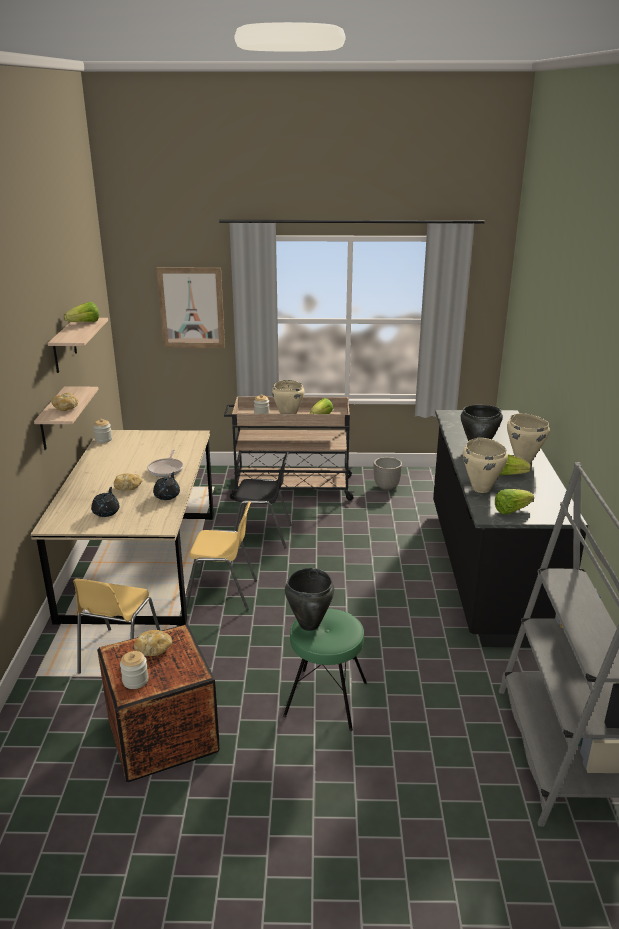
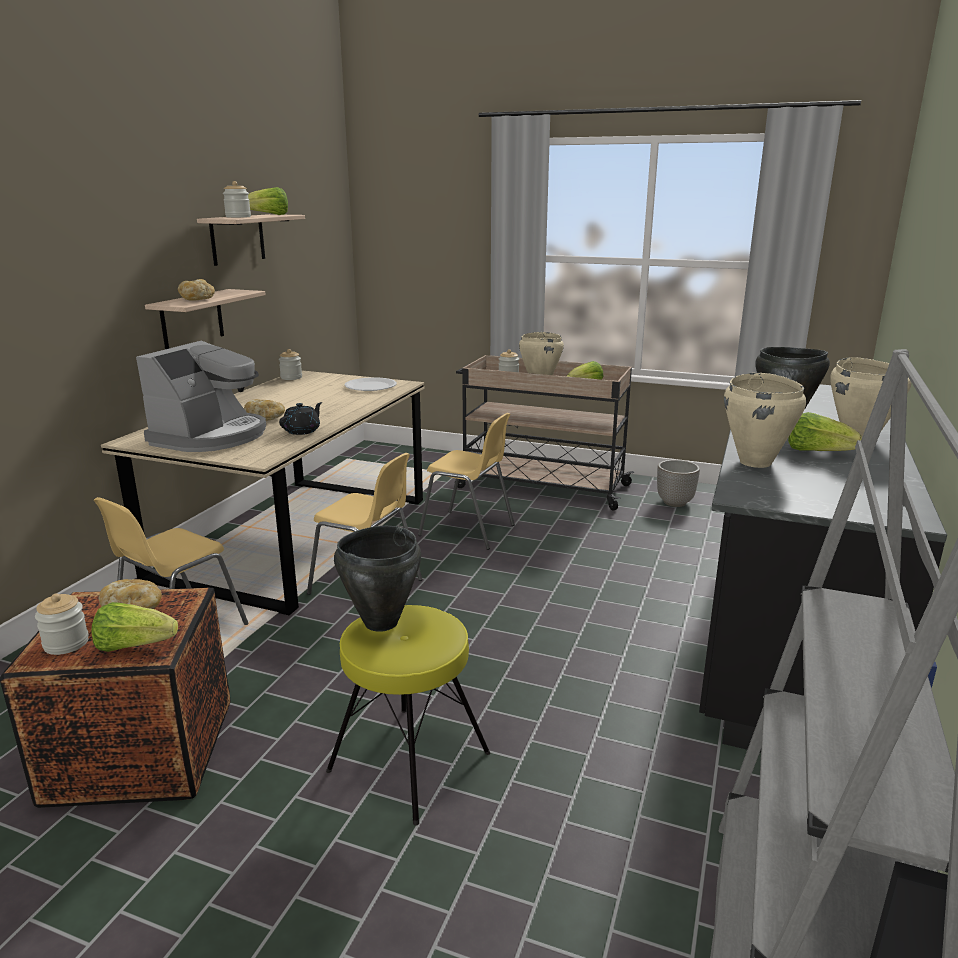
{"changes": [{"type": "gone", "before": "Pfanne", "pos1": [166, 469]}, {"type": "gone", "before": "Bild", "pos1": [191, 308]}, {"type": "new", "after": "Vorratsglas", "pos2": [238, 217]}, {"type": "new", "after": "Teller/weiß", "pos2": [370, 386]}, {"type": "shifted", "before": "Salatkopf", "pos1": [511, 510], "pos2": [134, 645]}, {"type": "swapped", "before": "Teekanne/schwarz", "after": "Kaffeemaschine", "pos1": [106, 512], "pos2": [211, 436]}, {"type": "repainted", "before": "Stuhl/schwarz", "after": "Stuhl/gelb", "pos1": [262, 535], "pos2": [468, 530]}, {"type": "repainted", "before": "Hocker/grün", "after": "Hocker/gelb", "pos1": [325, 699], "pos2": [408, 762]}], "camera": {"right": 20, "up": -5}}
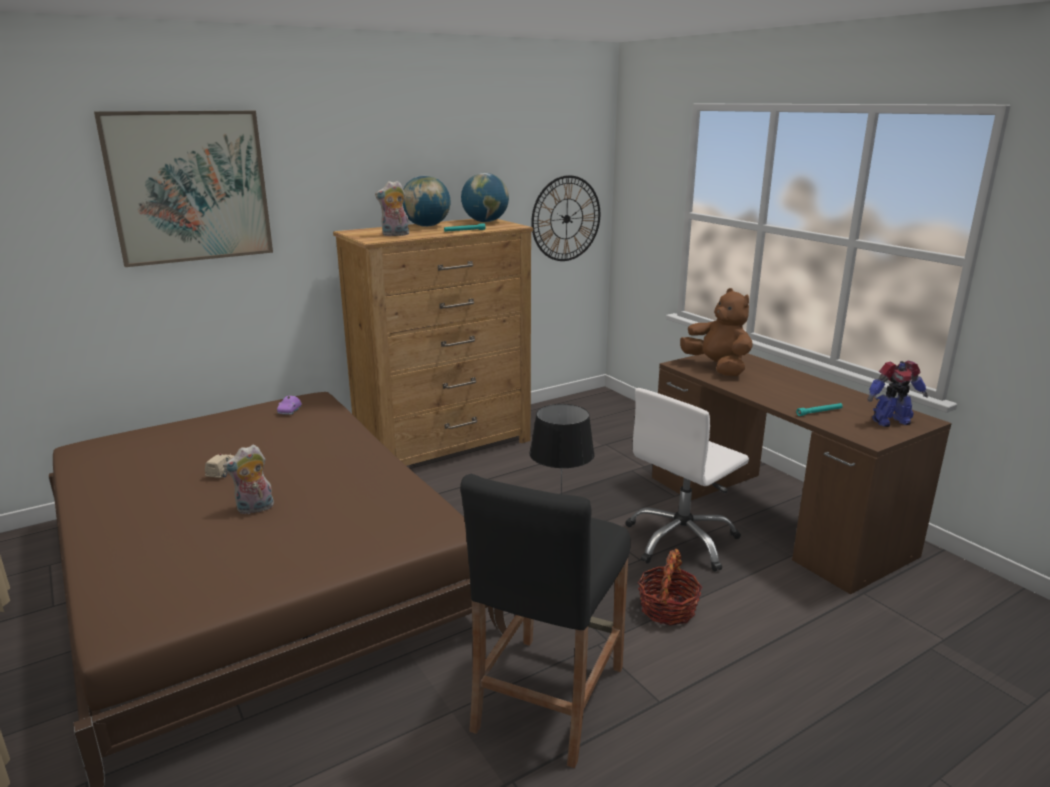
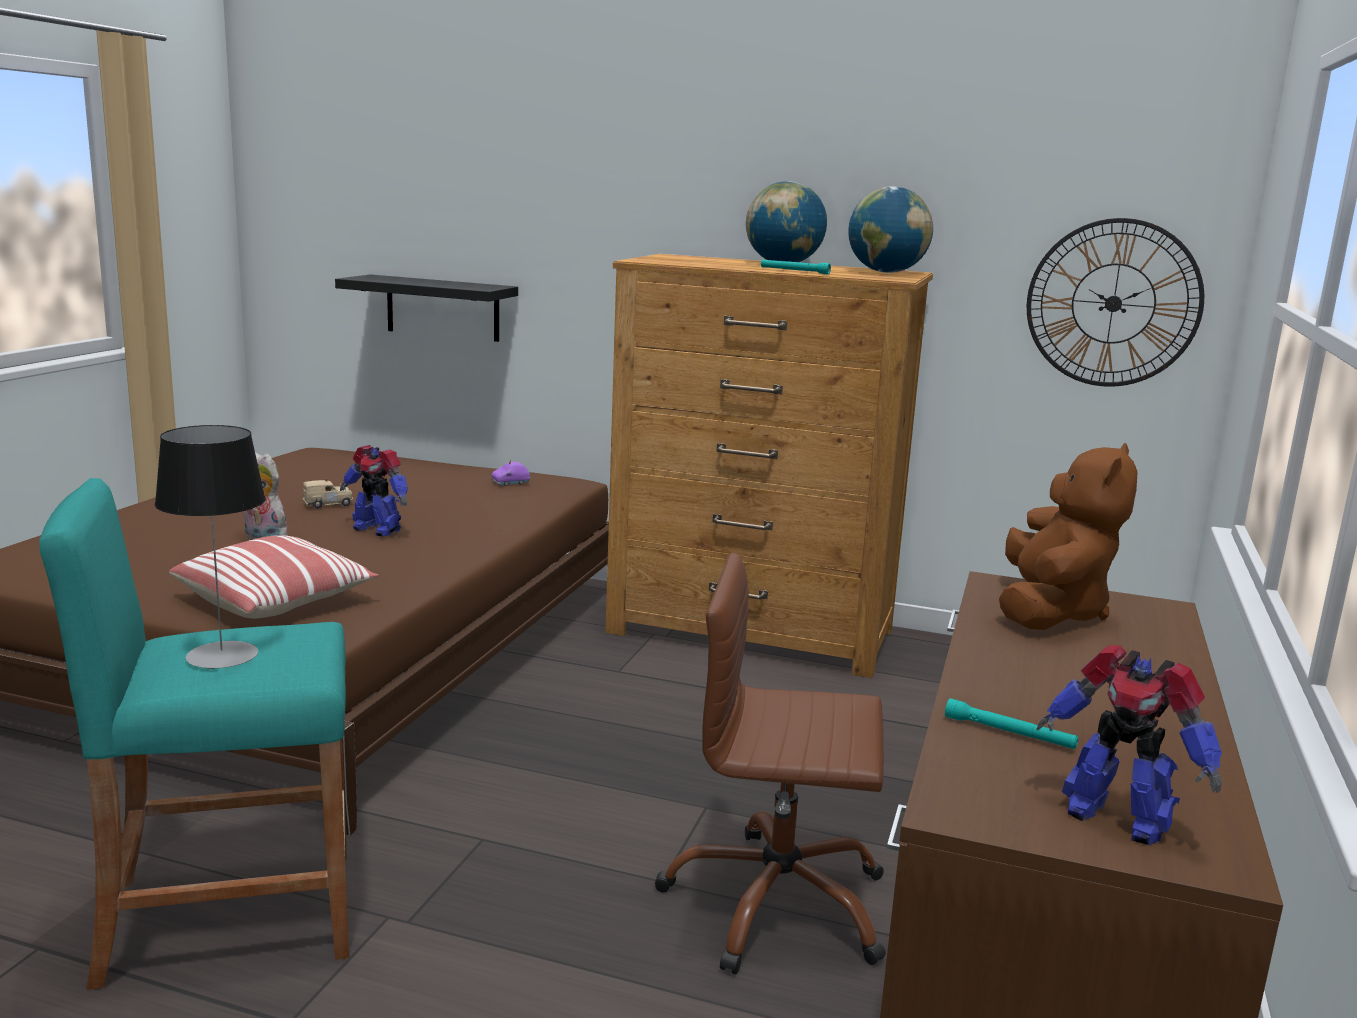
{"changes": [{"type": "gone", "before": "Bild", "pos1": [189, 187]}, {"type": "gone", "before": "Plüschtier", "pos1": [395, 235]}, {"type": "gone", "before": "Korb", "pos1": [667, 609]}, {"type": "new", "after": "Kissen", "pos2": [276, 601]}, {"type": "new", "after": "Wandregal/schwarz", "pos2": [442, 308]}, {"type": "new", "after": "Spielzeugroboter", "pos2": [377, 529]}, {"type": "repainted", "before": "Hocker/schwarz", "after": "Hocker/türkis", "pos1": [548, 697], "pos2": [229, 916]}, {"type": "repainted", "before": "Bürostuhl/weiß", "after": "Bürostuhl/braun", "pos1": [681, 540], "pos2": [776, 904]}], "camera": {"right": 50, "up": -5}}
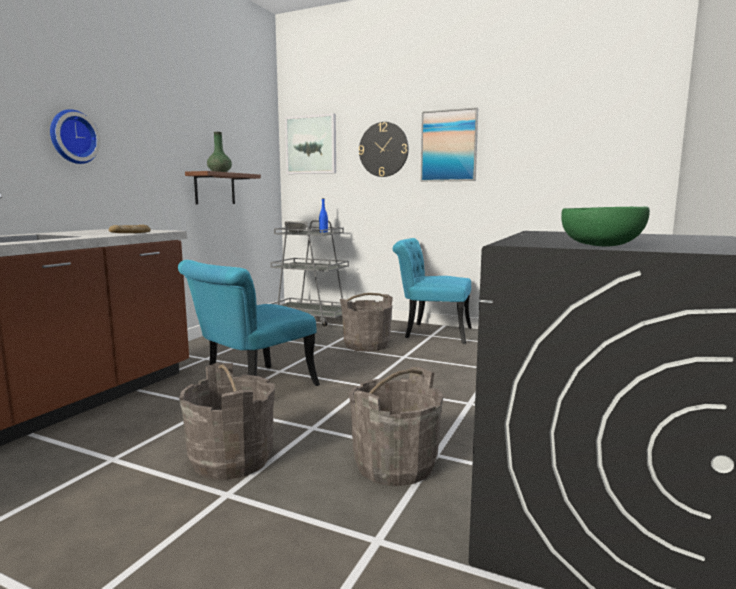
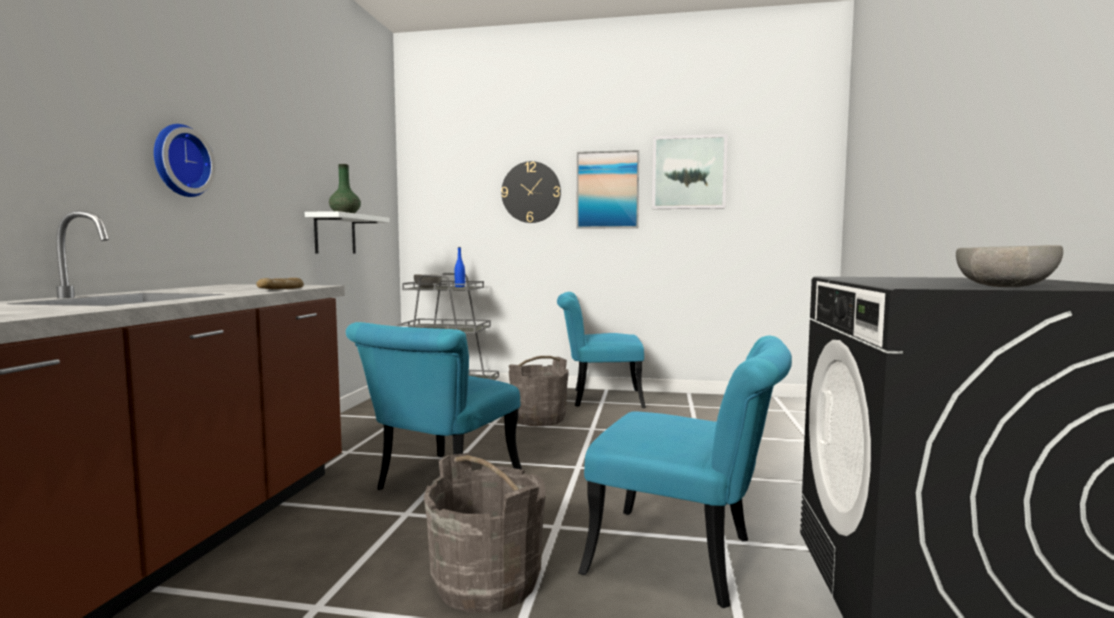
{"changes": [{"type": "shifted", "before": "Bild", "pos1": [311, 145], "pos2": [688, 172]}, {"type": "swapped", "before": "Eimer/grau", "after": "Stuhl/türkis", "pos1": [395, 465], "pos2": [689, 559]}, {"type": "repainted", "before": "Wandregal/braun", "after": "Wandregal/weiß", "pos1": [215, 188], "pos2": [335, 234]}, {"type": "repainted", "before": "Schüssel/grün", "after": "Schüssel/grau", "pos1": [603, 246], "pos2": [1007, 287]}], "camera": {"right": -15, "up": -5}}
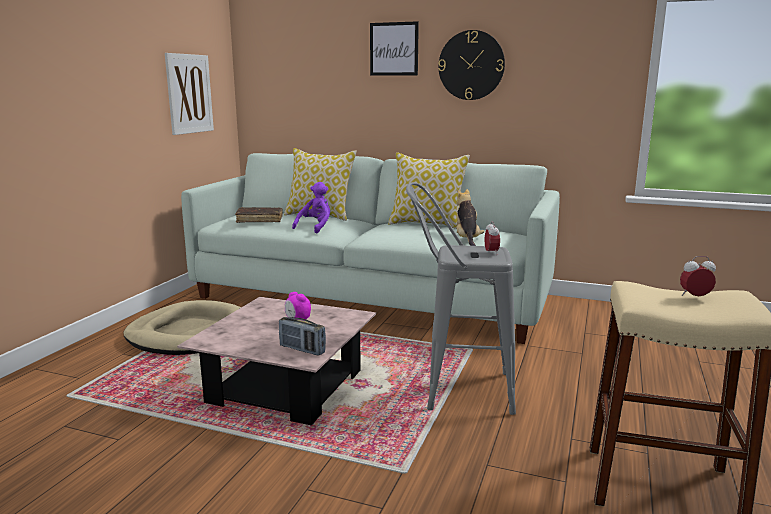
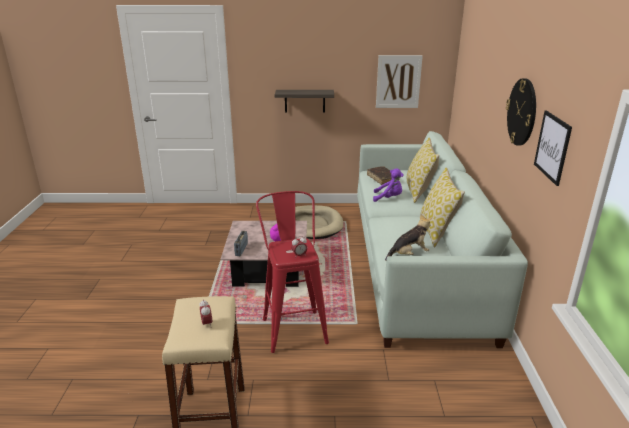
{"changes": [{"type": "new", "after": "Wandregal", "pos2": [304, 101]}, {"type": "shifted", "before": "Bild", "pos1": [394, 49], "pos2": [552, 147]}, {"type": "repainted", "before": "Hocker/grau", "after": "Hocker/rot", "pos1": [457, 390], "pos2": [293, 326]}], "camera": {"right": 70, "up": 10}}
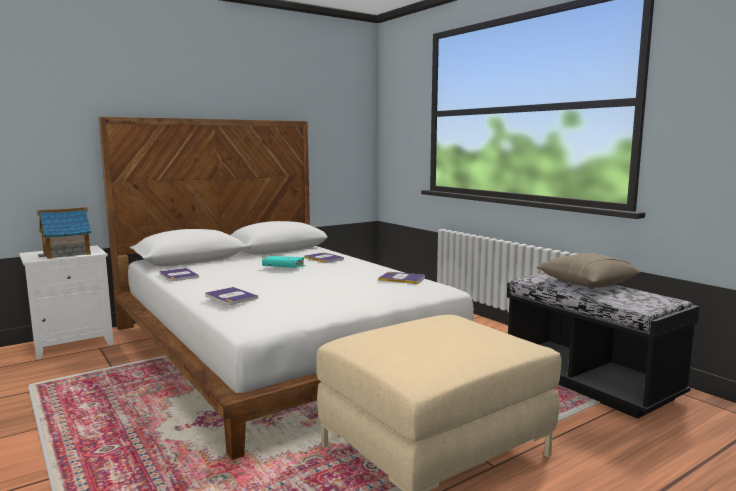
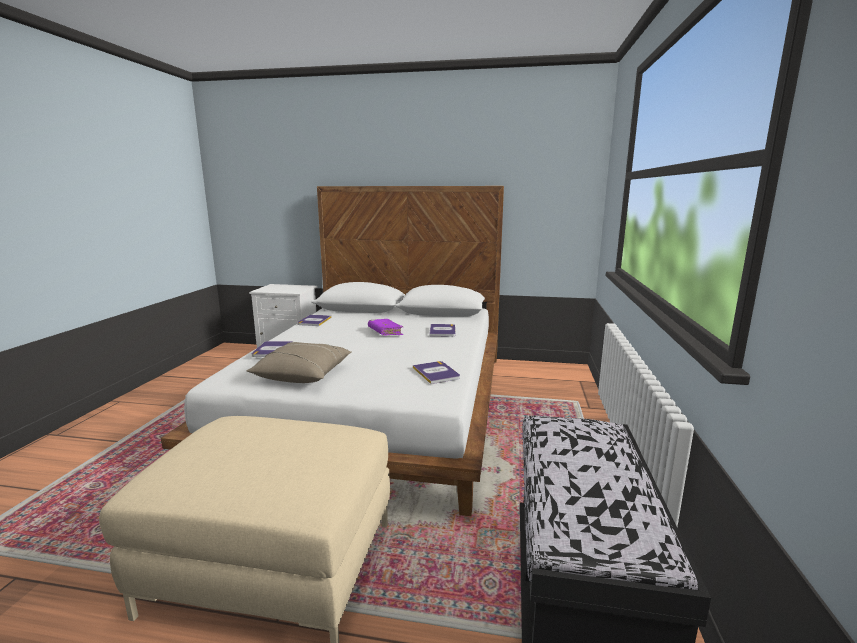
{"changes": [{"type": "gone", "before": "Spielzeughaus", "pos1": [67, 253]}, {"type": "shifted", "before": "Kissen/beige", "pos1": [586, 283], "pos2": [303, 374]}, {"type": "repainted", "before": "Buch/türkis", "after": "Buch/lila", "pos1": [283, 267], "pos2": [385, 332]}], "camera": {"right": 45, "up": 5}}
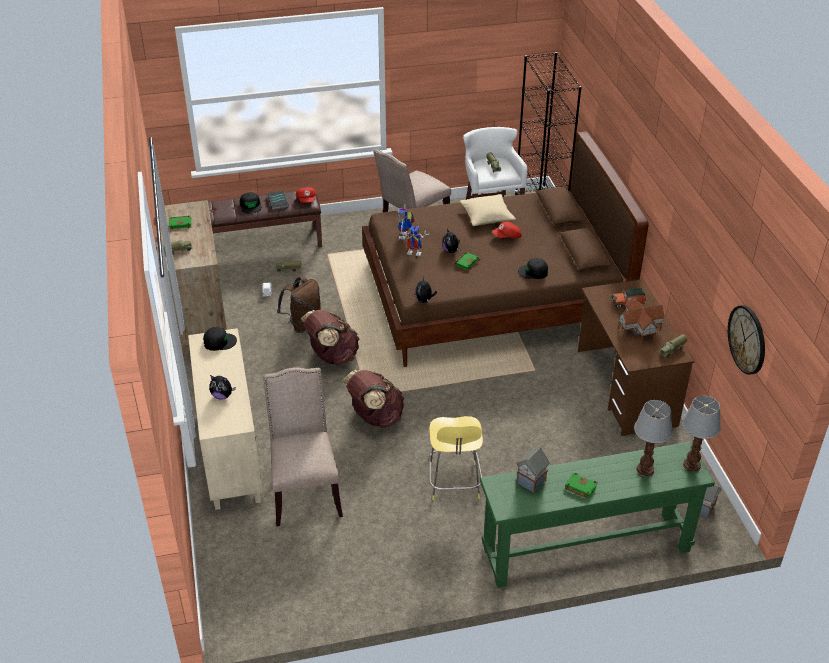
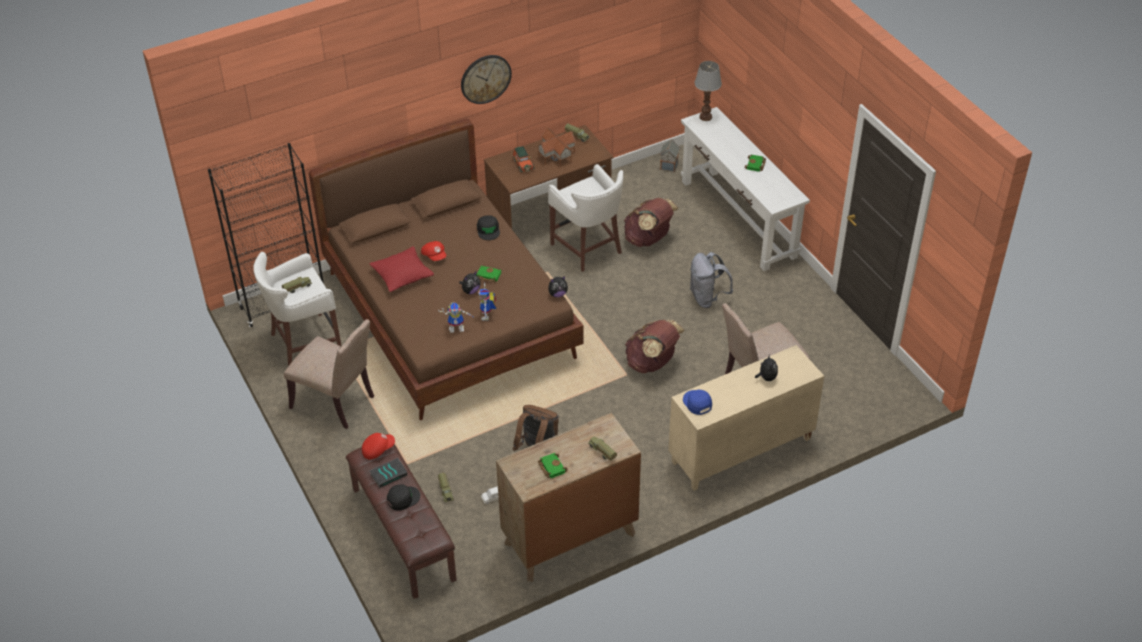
{"changes": [{"type": "gone", "before": "Spielzeughaus", "pos1": [530, 482]}, {"type": "gone", "before": "Tischlampe", "pos1": [645, 469]}, {"type": "new", "after": "Hocker/weiß", "pos2": [588, 249]}, {"type": "shifted", "before": "Rucksack/braun", "pos1": [332, 356], "pos2": [648, 239]}, {"type": "shifted", "before": "Wanduhr", "pos1": [747, 339], "pos2": [485, 78]}, {"type": "swapped", "before": "Hocker/gelb", "after": "Rucksack/grau", "pos1": [454, 483], "pos2": [707, 298]}, {"type": "repainted", "before": "Kappe/schwarz", "after": "Kappe/blau", "pos1": [219, 342], "pos2": [697, 403]}, {"type": "repainted", "before": "Kissen/beige", "after": "Kissen/rot", "pos1": [487, 217], "pos2": [402, 275]}, {"type": "repainted", "before": "Konsolentisch/grün", "after": "Konsolentisch/weiß", "pos1": [586, 549], "pos2": [738, 219]}], "camera": {"right": -105, "up": 5}}
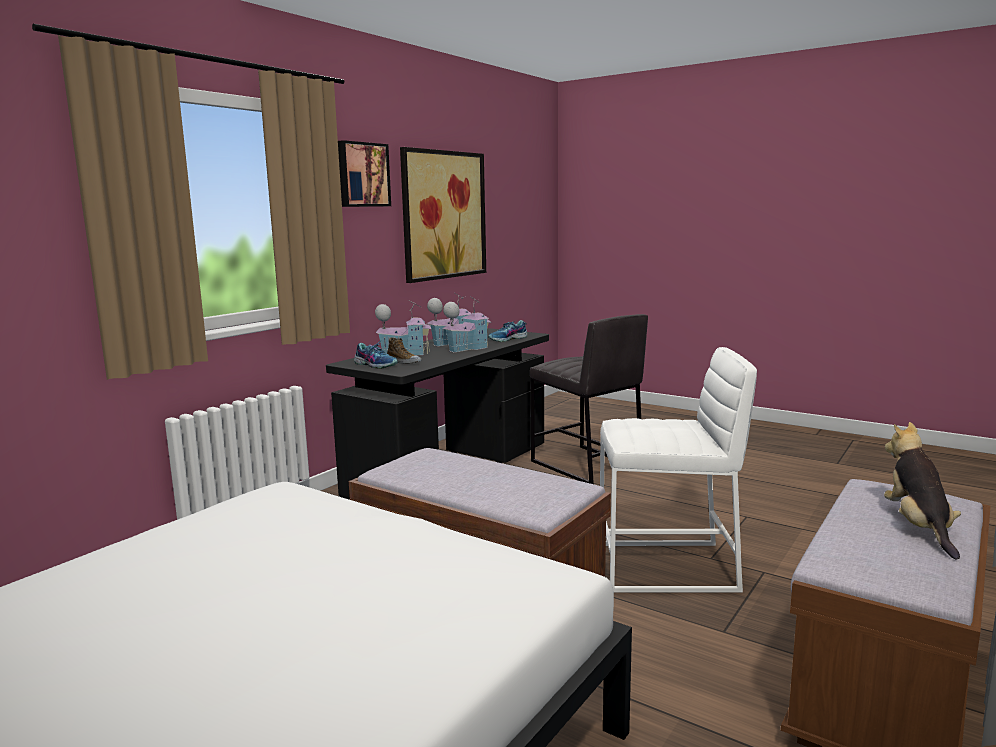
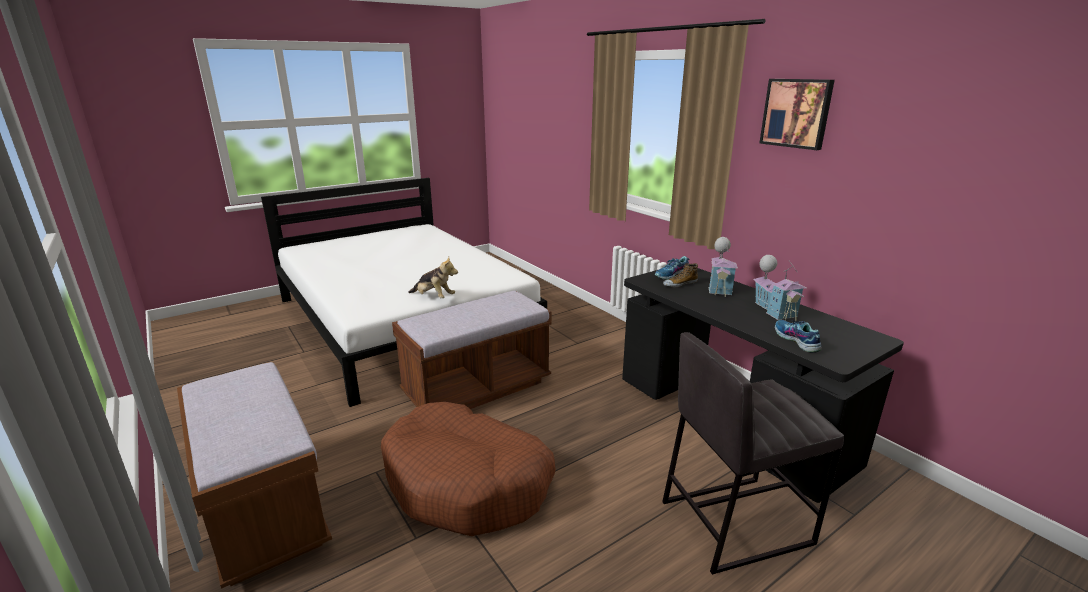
{"changes": [{"type": "gone", "before": "Bild", "pos1": [443, 215]}, {"type": "gone", "before": "Spielzeughaus", "pos1": [467, 348]}, {"type": "shifted", "before": "Plüschtier", "pos1": [918, 527], "pos2": [434, 297]}, {"type": "swapped", "before": "Hocker/weiß", "after": "Hundebett/braun", "pos1": [667, 567], "pos2": [468, 482]}], "camera": {"right": 110, "up": 10}}
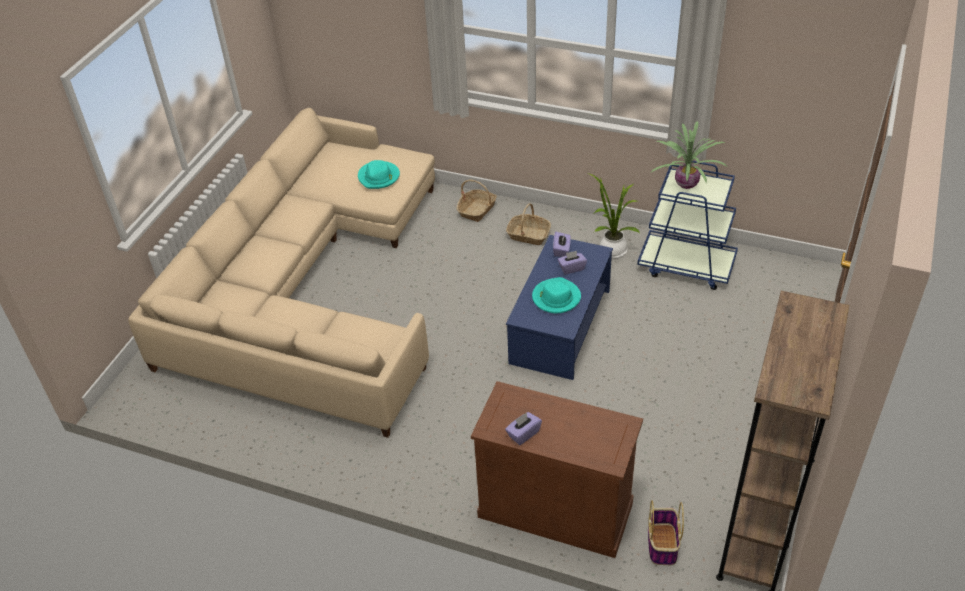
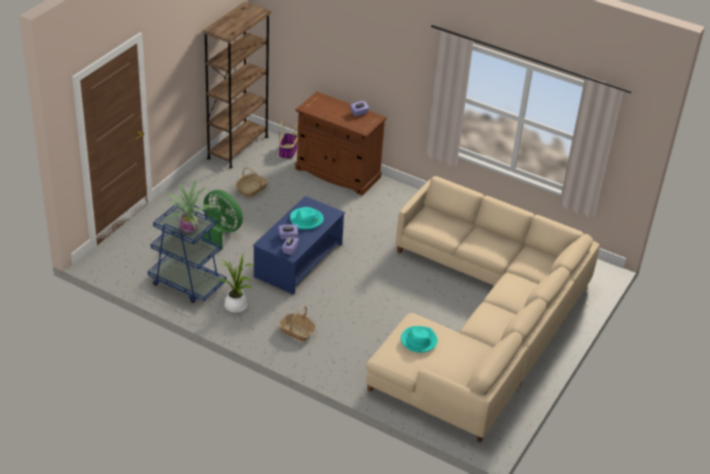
{"changes": [{"type": "new", "after": "Ventilator/grün", "pos2": [220, 233]}, {"type": "shifted", "before": "Korb", "pos1": [477, 210], "pos2": [251, 189]}], "camera": {"right": -175, "up": -5}}
